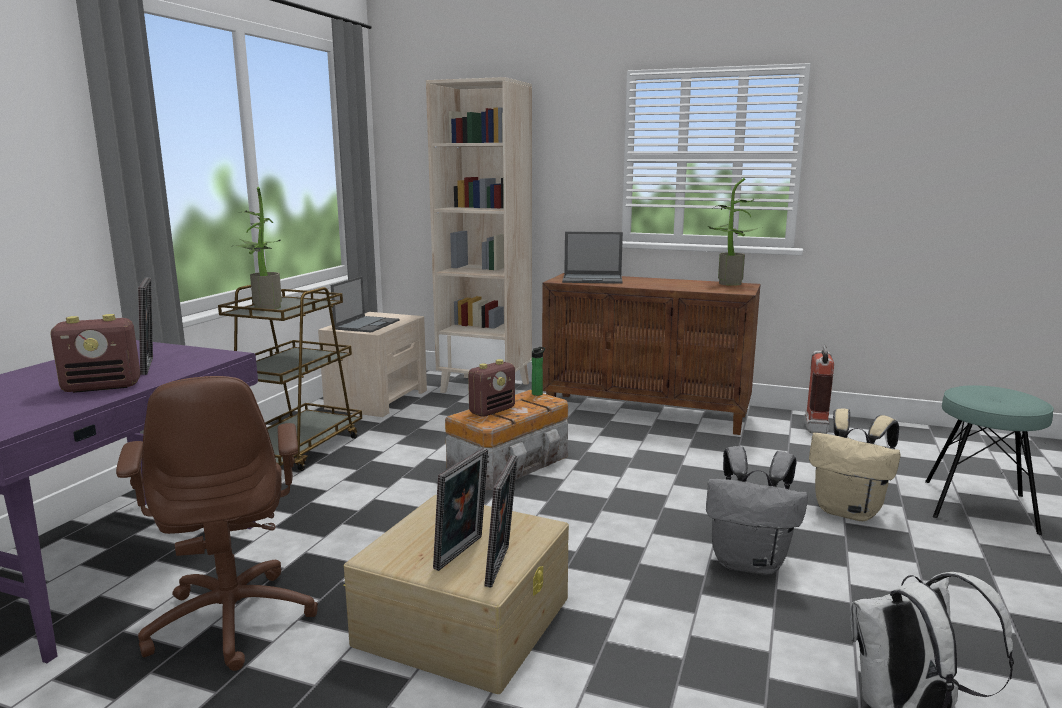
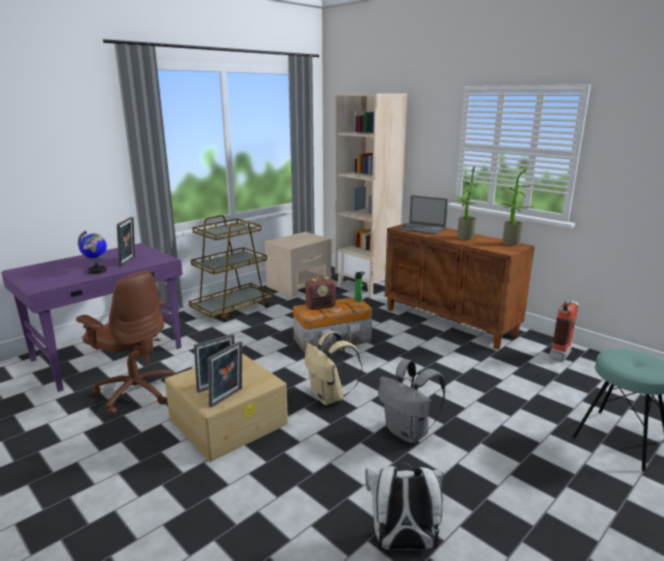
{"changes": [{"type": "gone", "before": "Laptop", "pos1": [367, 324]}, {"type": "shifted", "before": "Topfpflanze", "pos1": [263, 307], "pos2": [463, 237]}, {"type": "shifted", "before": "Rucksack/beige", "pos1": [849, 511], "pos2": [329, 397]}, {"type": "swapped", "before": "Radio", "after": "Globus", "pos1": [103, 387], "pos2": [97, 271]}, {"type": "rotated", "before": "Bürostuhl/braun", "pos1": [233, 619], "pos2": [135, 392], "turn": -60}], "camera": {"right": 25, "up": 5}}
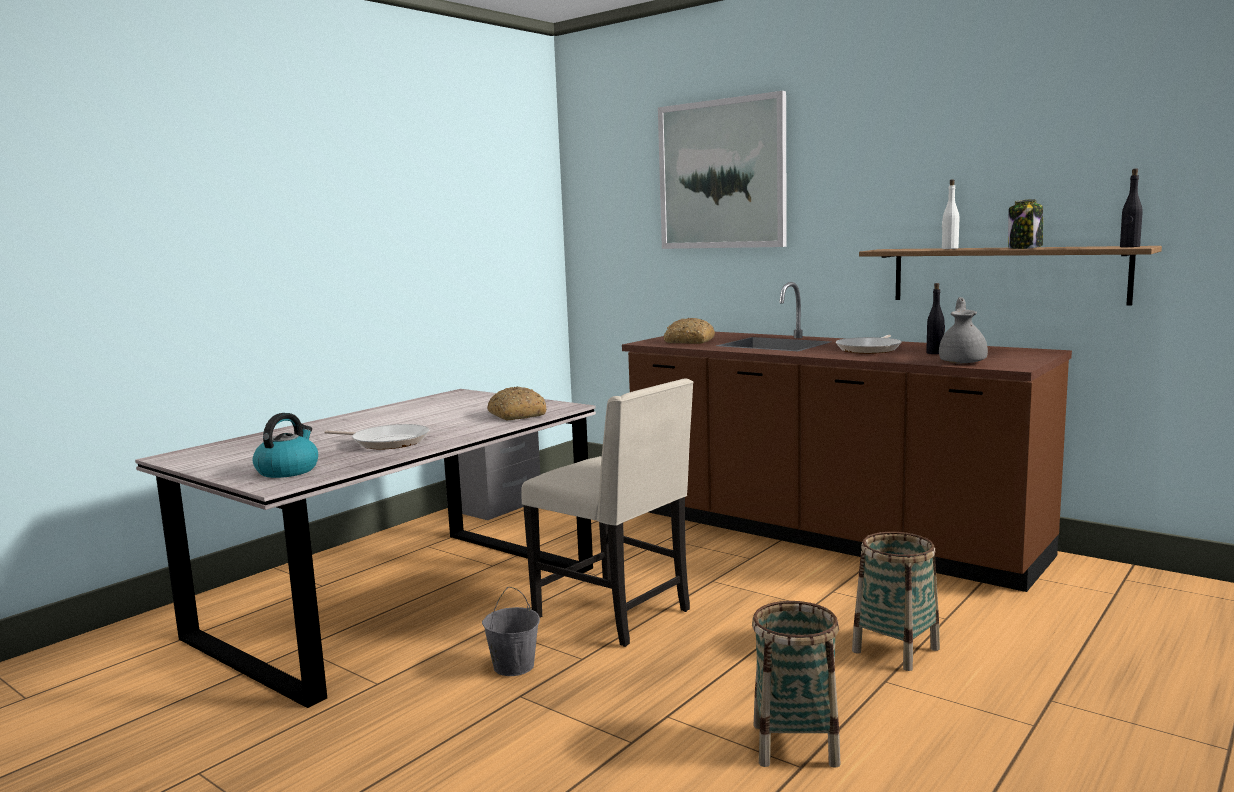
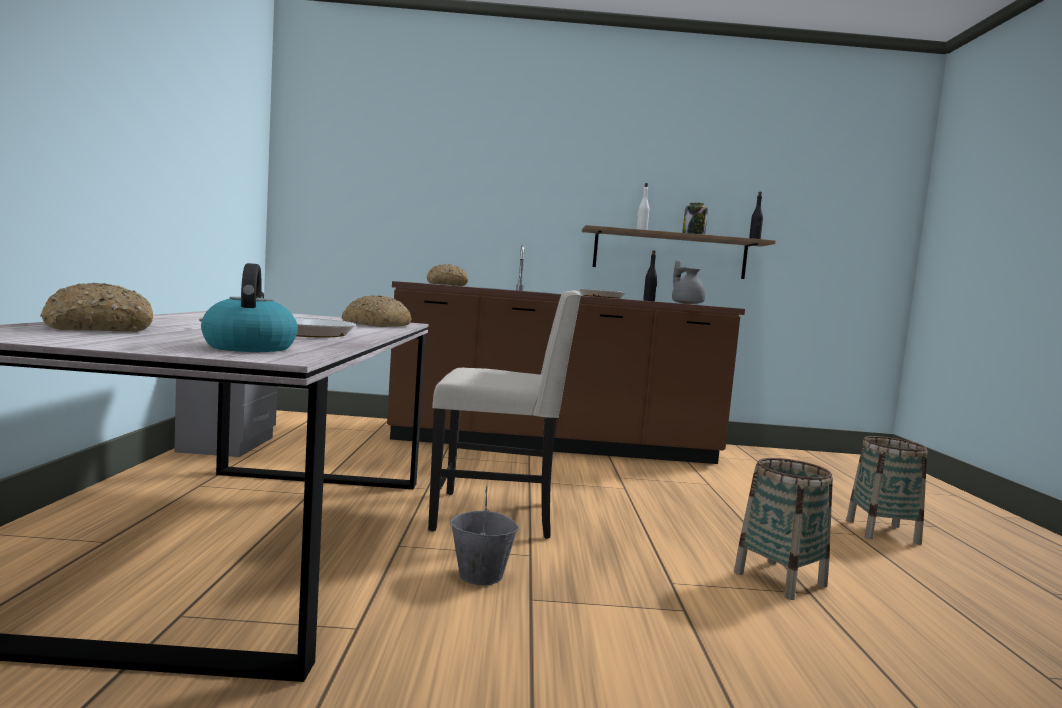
{"changes": [{"type": "gone", "before": "Bild", "pos1": [722, 174]}, {"type": "new", "after": "Brot", "pos2": [98, 328]}, {"type": "shifted", "before": "Korb", "pos1": [895, 650], "pos2": [882, 532]}], "camera": {"right": -40, "up": -5}}
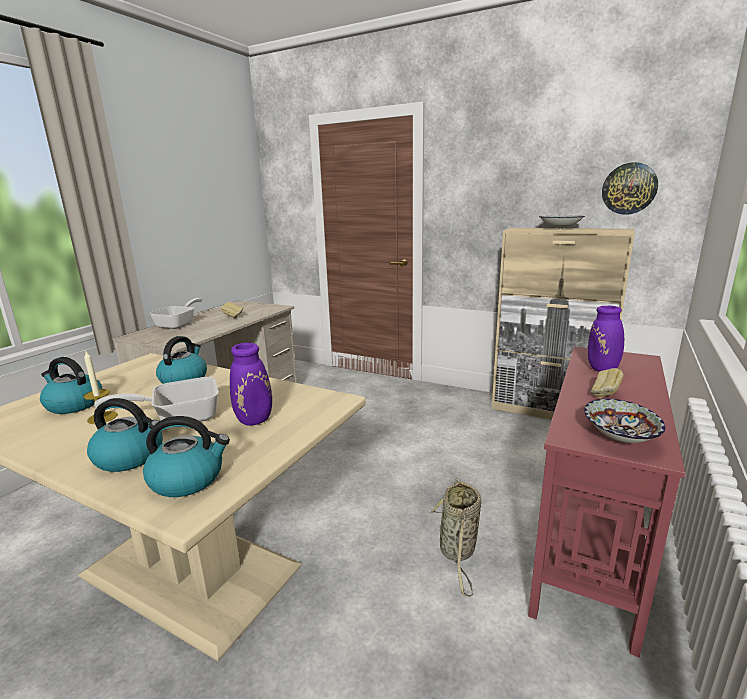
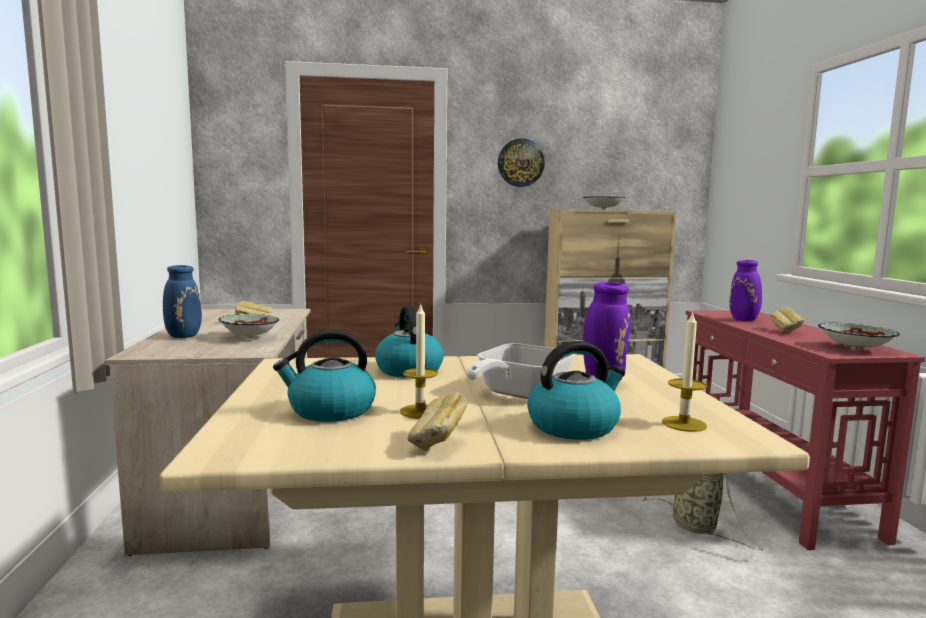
{"changes": [{"type": "new", "after": "Schüssel", "pos2": [249, 337]}, {"type": "new", "after": "Brot", "pos2": [438, 444]}, {"type": "shifted", "before": "Wanduhr", "pos1": [629, 188], "pos2": [520, 163]}, {"type": "swapped", "before": "Wasserkessel", "after": "Kerze", "pos1": [188, 479], "pos2": [684, 424]}, {"type": "swapped", "before": "Pfanne", "after": "Vase/blau", "pos1": [179, 324], "pos2": [184, 336]}], "camera": {"right": -35, "up": -10}}
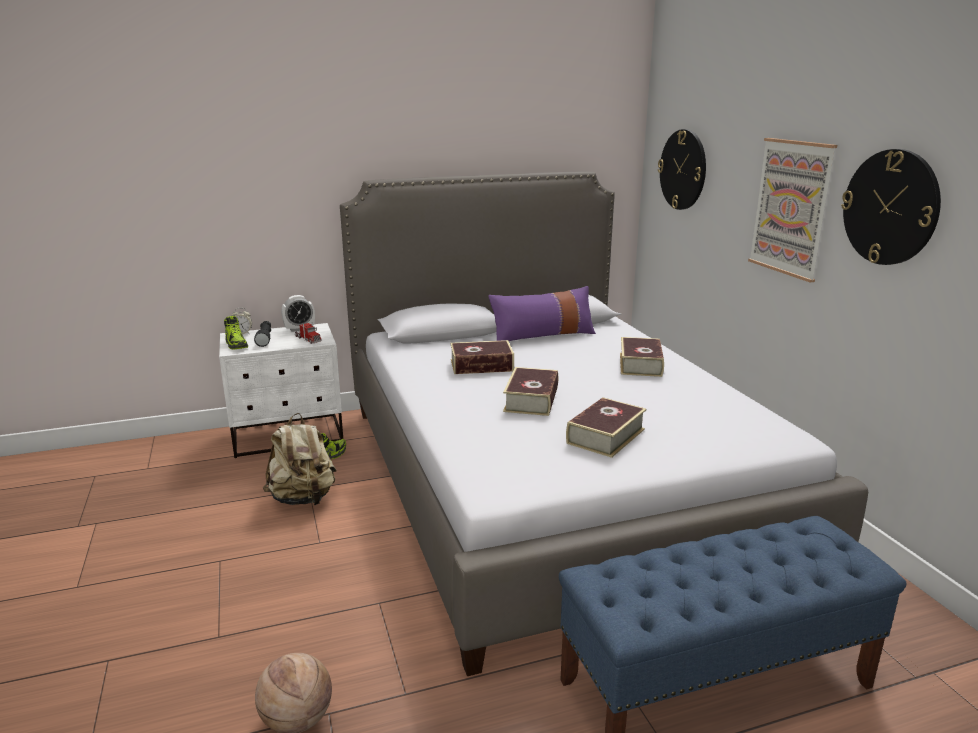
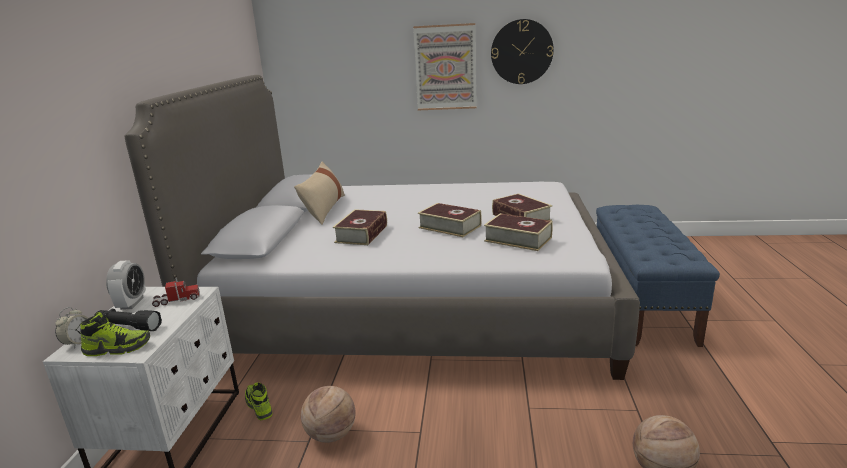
{"changes": [{"type": "gone", "before": "Wanduhr", "pos1": [683, 169]}, {"type": "shifted", "before": "Buch", "pos1": [640, 364], "pos2": [518, 239]}, {"type": "swapped", "before": "Rucksack/beige", "after": "Basketball", "pos1": [303, 499], "pos2": [331, 435]}, {"type": "repainted", "before": "Kissen/lila", "after": "Kissen/beige", "pos1": [542, 335], "pos2": [324, 209]}], "camera": {"right": -65, "up": 0}}
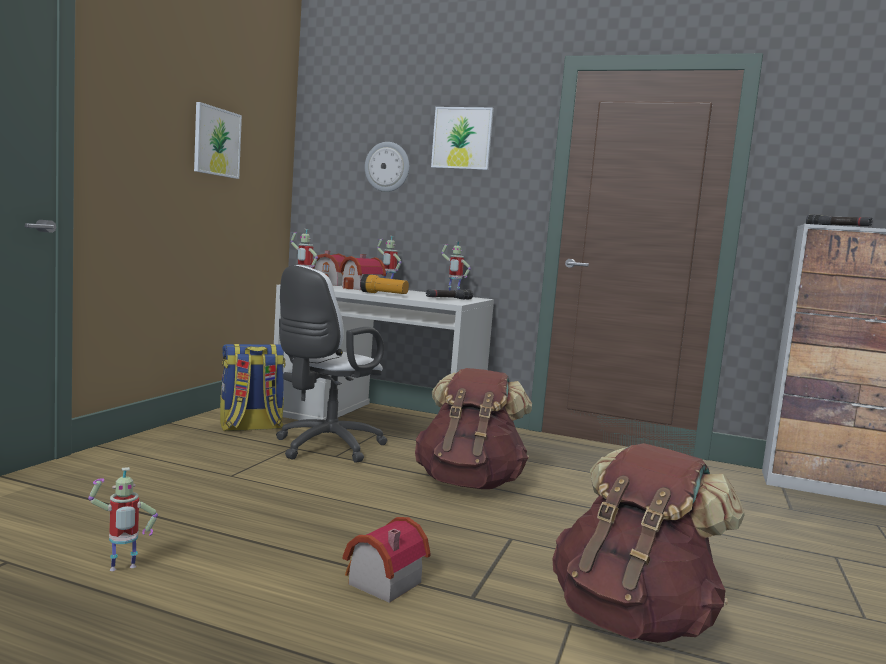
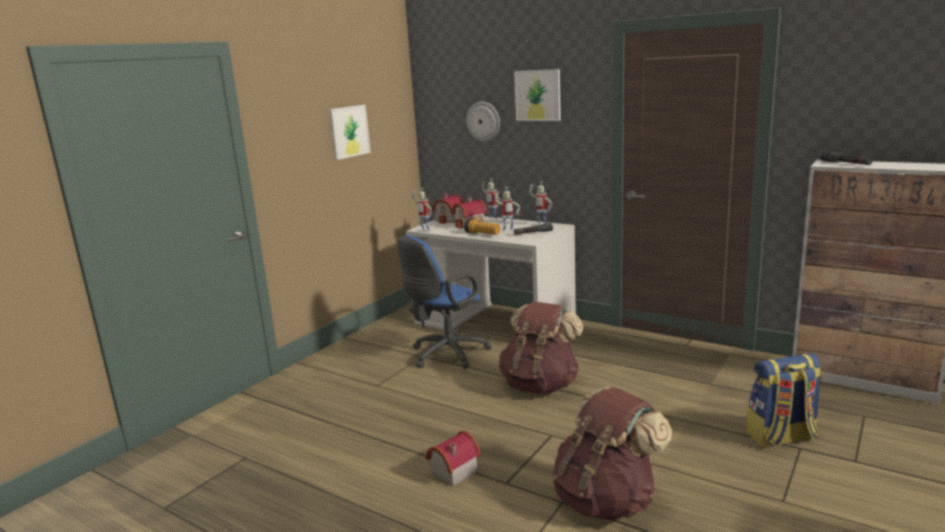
{"changes": [{"type": "shifted", "before": "Spielzeugroboter", "pos1": [122, 570], "pos2": [508, 231]}, {"type": "shifted", "before": "Rucksack", "pos1": [250, 427], "pos2": [781, 437]}, {"type": "repainted", "before": "Bürostuhl/weiß", "after": "Bürostuhl/blau", "pos1": [324, 447], "pos2": [445, 355]}], "camera": {"right": 15, "up": 10}}
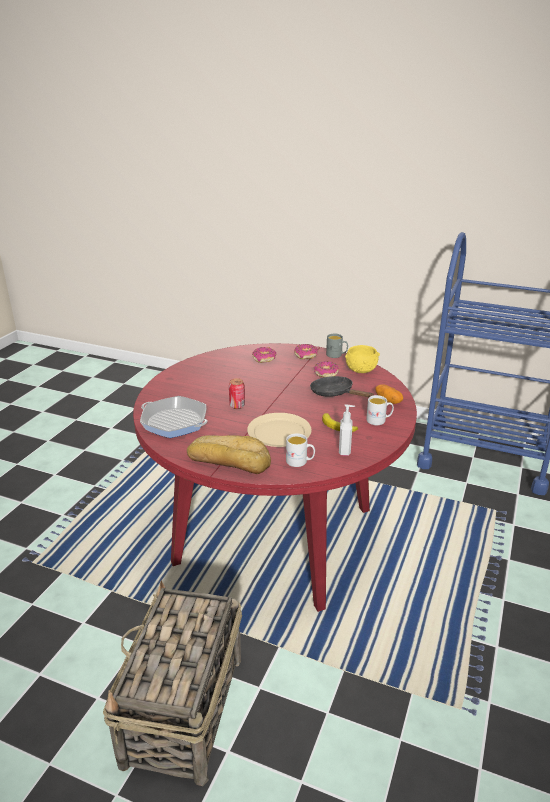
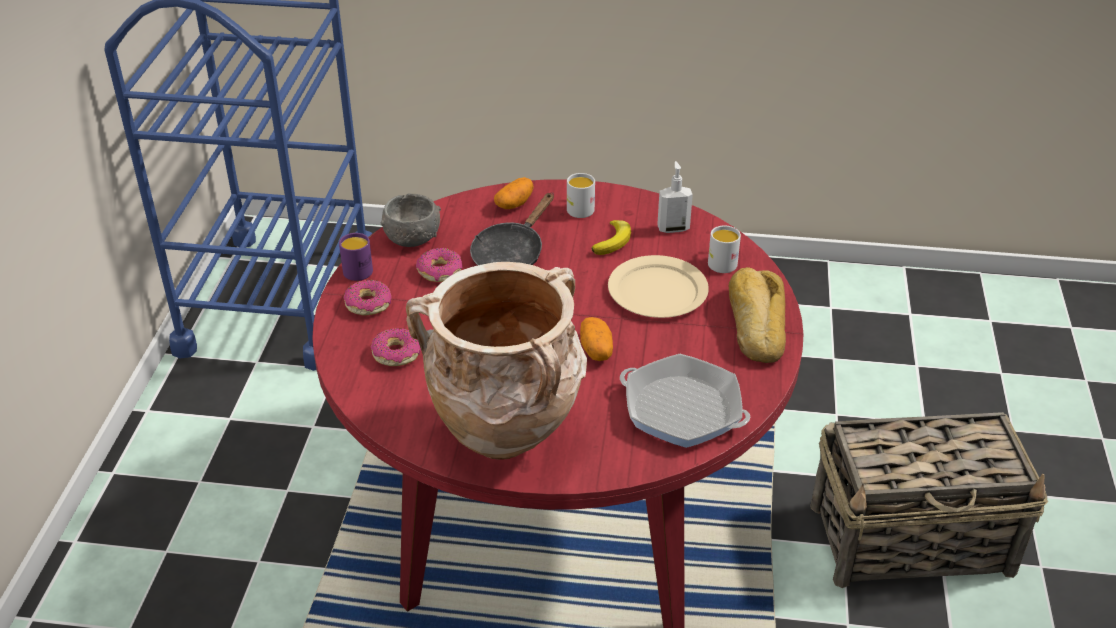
{"changes": [{"type": "new", "after": "Vase/beige", "pos2": [508, 439]}, {"type": "swapped", "before": "Dose", "after": "Kartoffel", "pos1": [237, 406], "pos2": [596, 350]}, {"type": "repainted", "before": "Henkelbecher/grau", "after": "Henkelbecher/lila", "pos1": [336, 355], "pos2": [359, 268]}, {"type": "repainted", "before": "Schüssel/gelb", "after": "Schüssel/grau", "pos1": [361, 369], "pos2": [412, 237]}, {"type": "rotated", "before": "Pfanne", "pos1": [174, 422], "pos2": [682, 409], "turn": -75}], "camera": {"right": -105, "up": 10}}
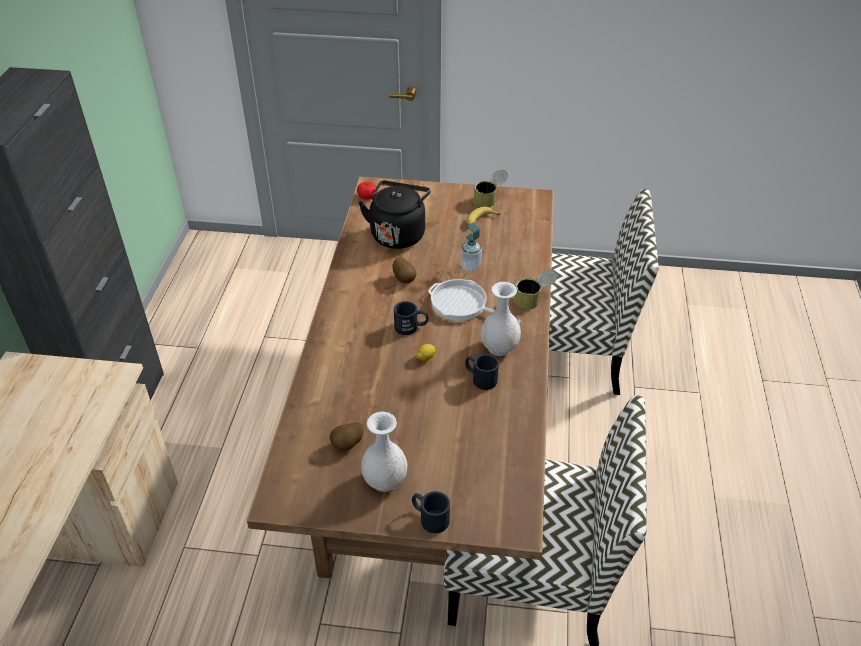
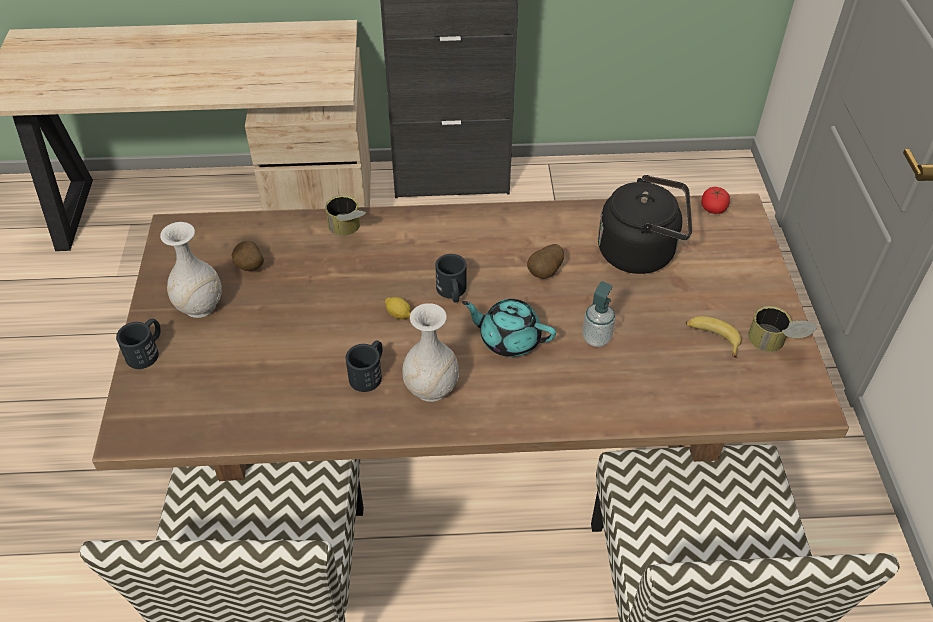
{"changes": [{"type": "shifted", "before": "Dose", "pos1": [534, 299], "pos2": [347, 231]}, {"type": "swapped", "before": "Pfanne", "after": "Teekanne/türkis", "pos1": [462, 305], "pos2": [508, 339]}], "camera": {"right": 80, "up": 5}}
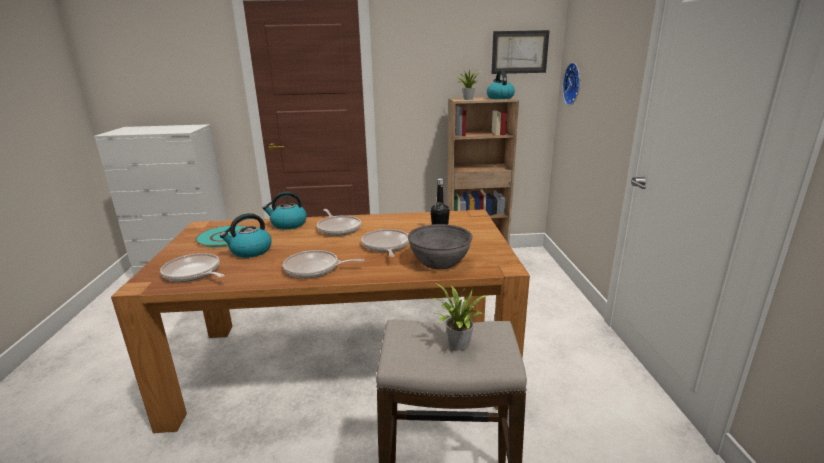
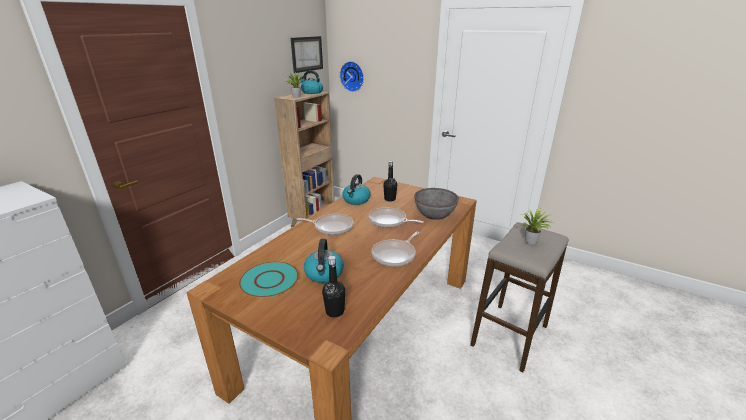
{"changes": [{"type": "shifted", "before": "Wasserkessel", "pos1": [288, 224], "pos2": [356, 200]}, {"type": "swapped", "before": "Pfanne", "after": "Flasche/schwarz", "pos1": [193, 273], "pos2": [335, 311]}], "camera": {"right": -55, "up": 5}}
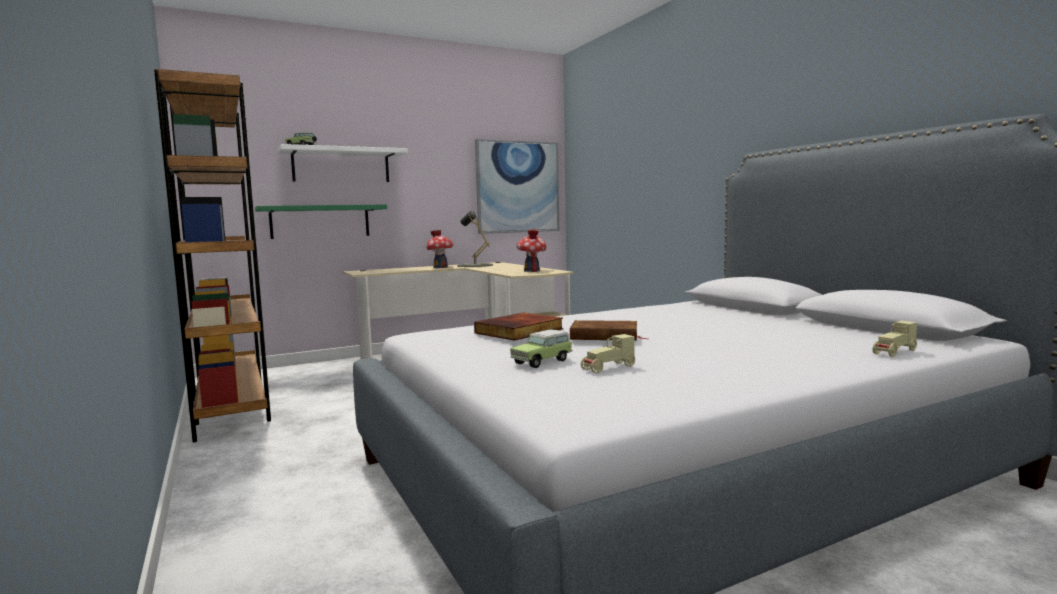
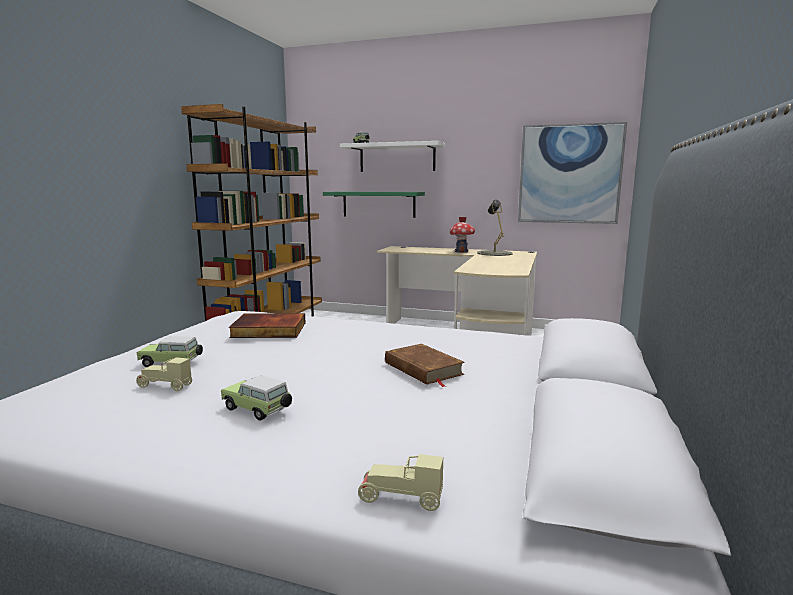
{"changes": [{"type": "gone", "before": "Spielzeughaus", "pos1": [532, 270]}, {"type": "new", "after": "Spielzeugauto", "pos2": [258, 410]}, {"type": "shifted", "before": "Buch/braun", "pos1": [604, 336], "pos2": [423, 369]}], "camera": {"right": 45, "up": 5}}
